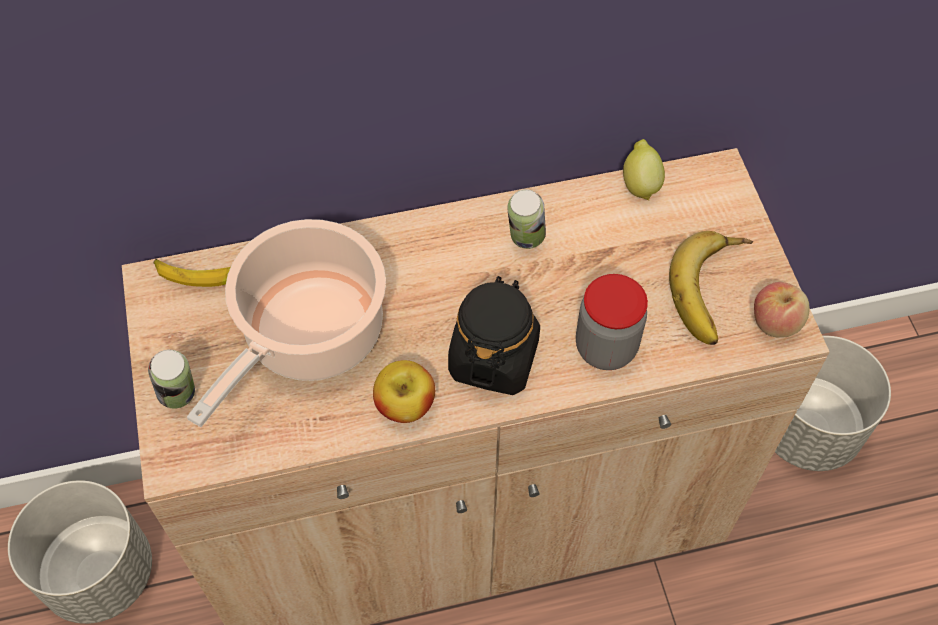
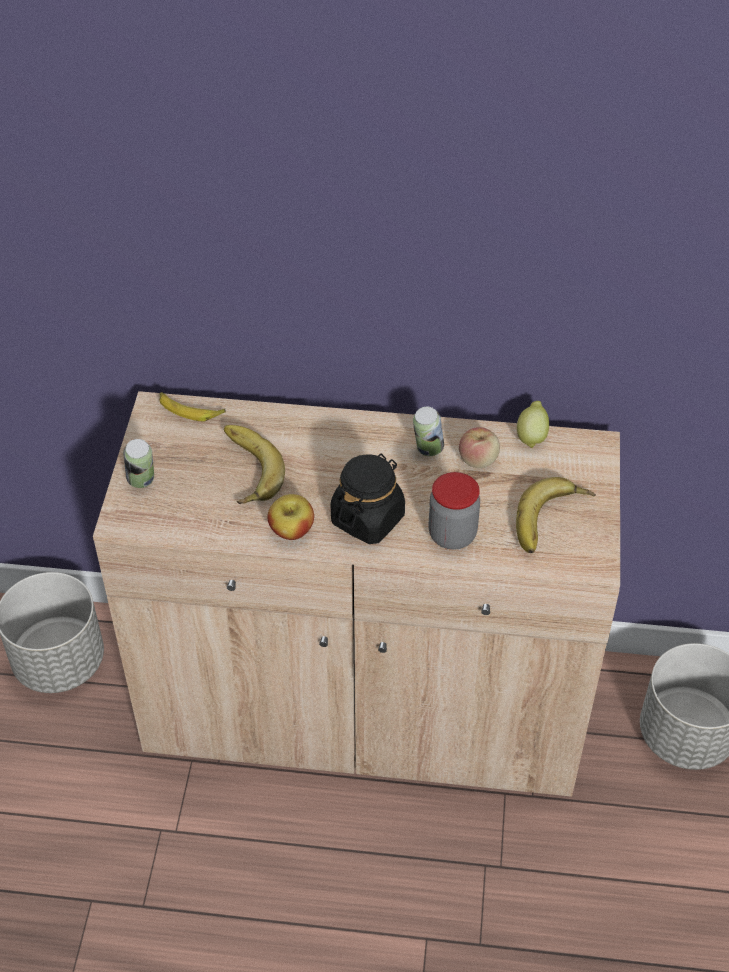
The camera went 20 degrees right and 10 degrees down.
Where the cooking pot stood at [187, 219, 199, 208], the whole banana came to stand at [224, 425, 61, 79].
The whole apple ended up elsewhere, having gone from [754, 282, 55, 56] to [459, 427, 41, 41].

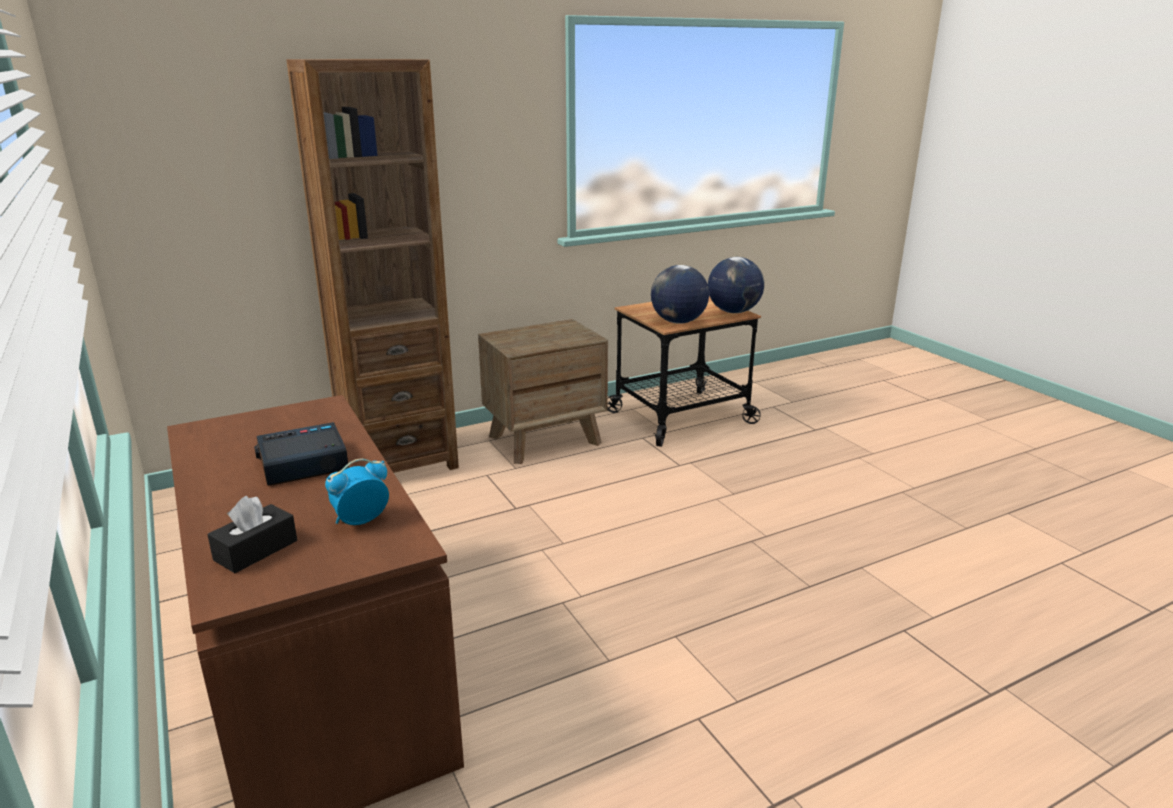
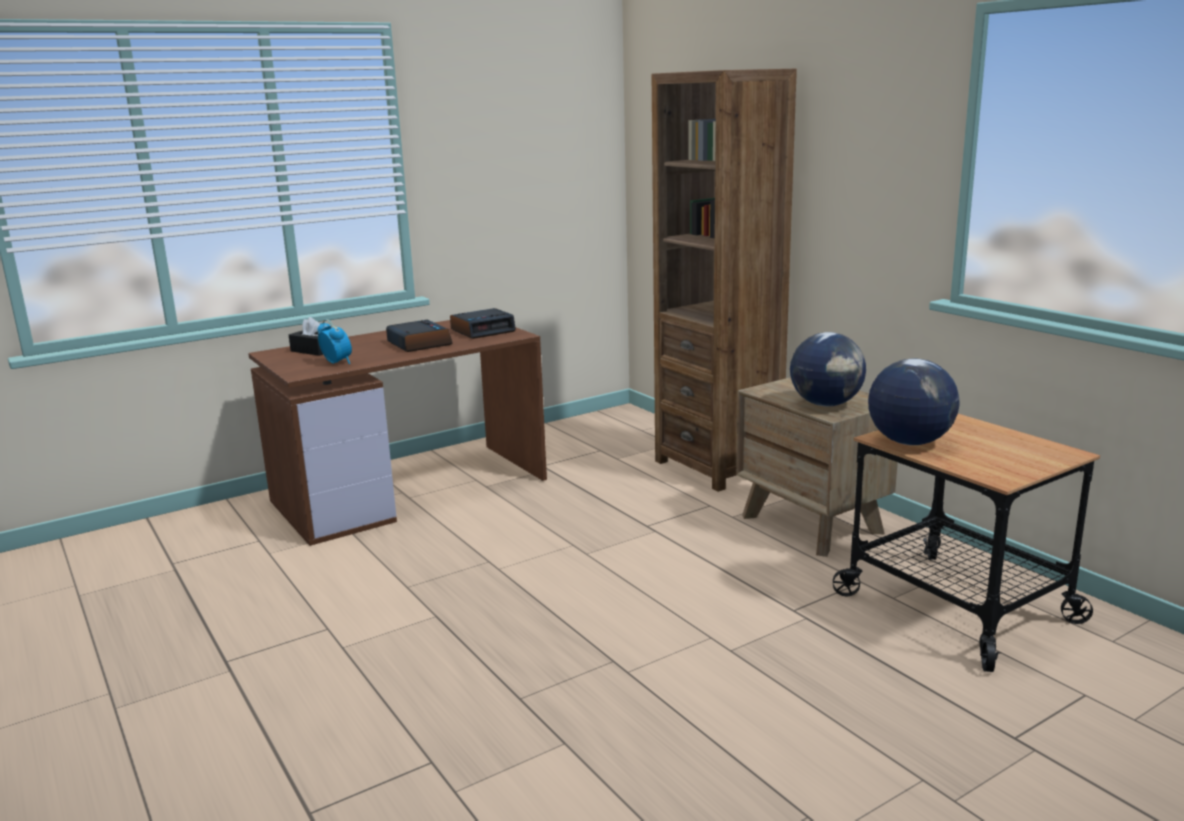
The camera went 85 degrees right and 5 degrees down.
The desk globe ended up elsewhere, having gone from [708, 257, 56, 56] to [790, 332, 76, 74].
The second view gained the alarm clock at [450, 308, 66, 31].

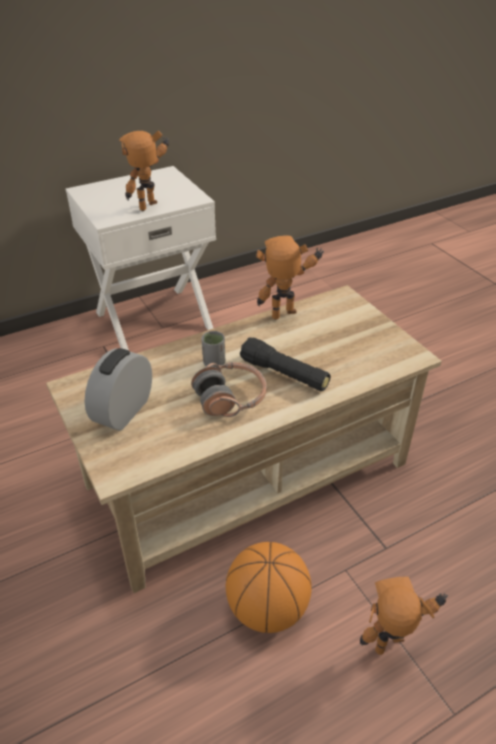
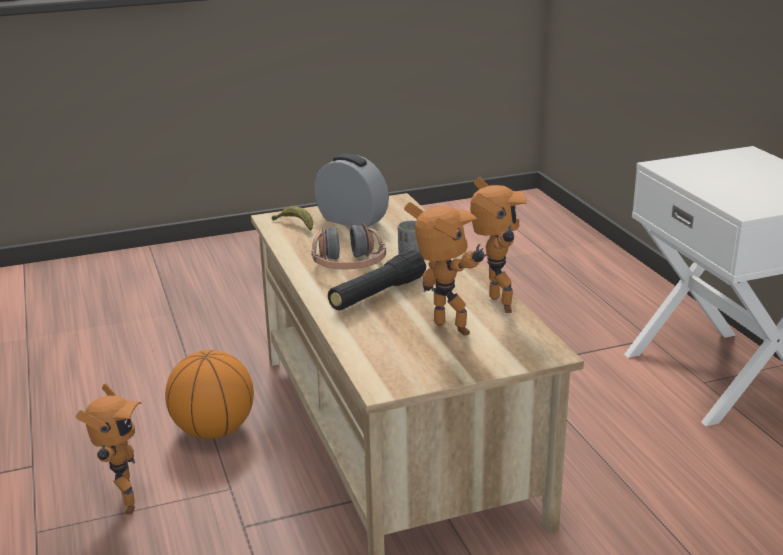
The camera went 100 degrees right and 15 degrees down.
The robot figure ended up elsewhere, having gone from [119, 130, 50, 81] to [404, 202, 83, 134].
The second view gained the whole banana at [272, 206, 41, 25].

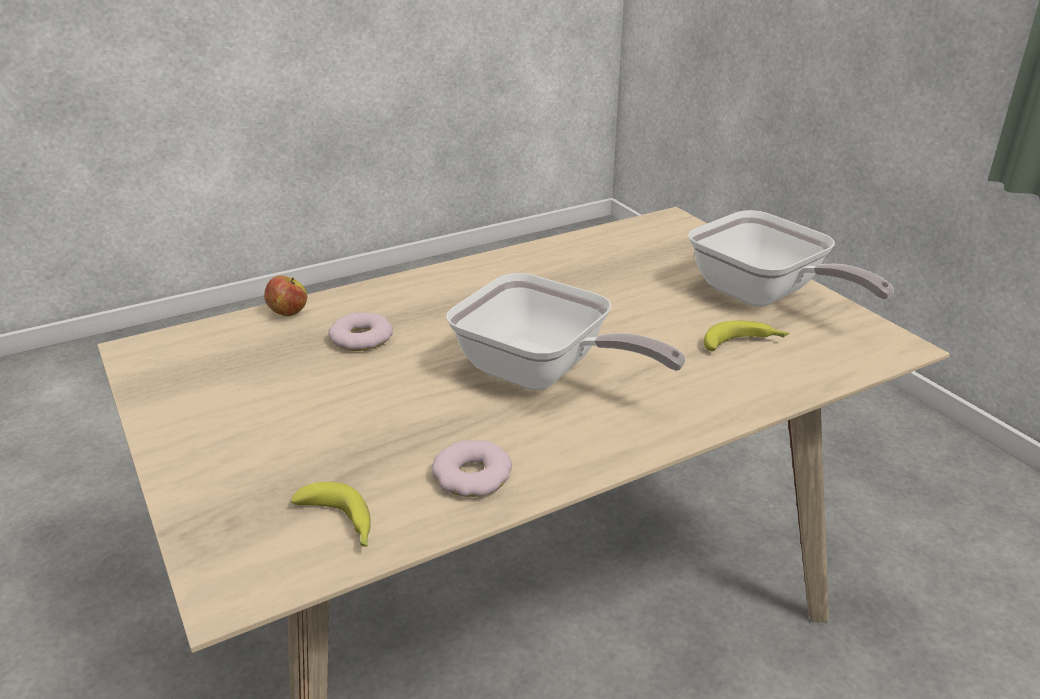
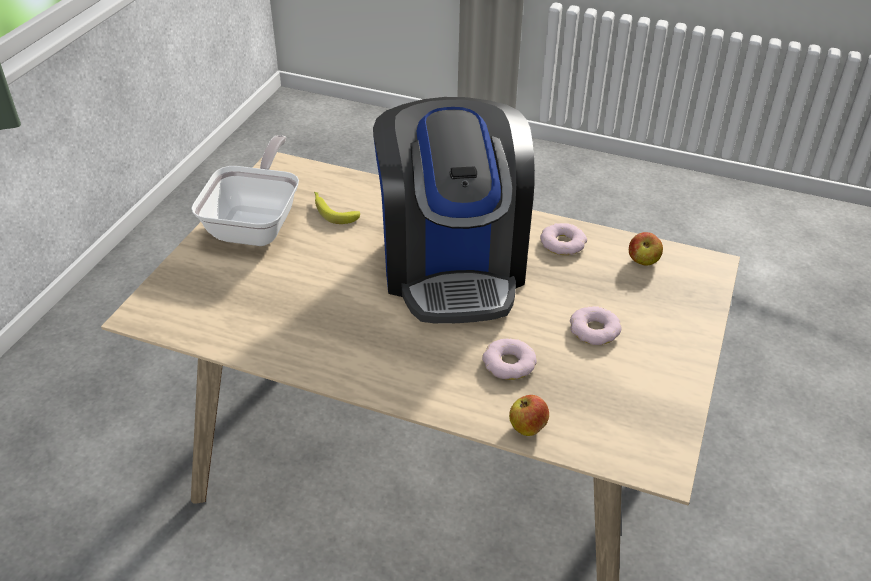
The camera went 130 degrees left and 10 degrees up.
Where the whole banana stood at [291, 482, 80, 65], the whole apple came to stand at [629, 232, 34, 34].
Where the frying pan stood at [446, 273, 240, 117], the coffee maker came to stand at [373, 97, 162, 227].
The second view gained the ring doughnut at [570, 306, 51, 39].

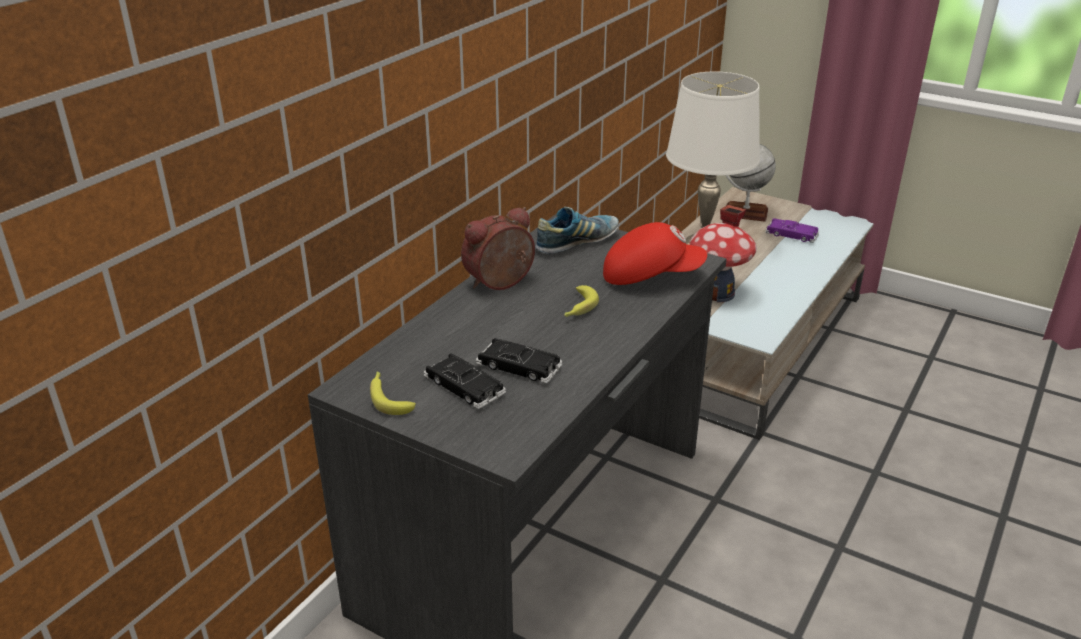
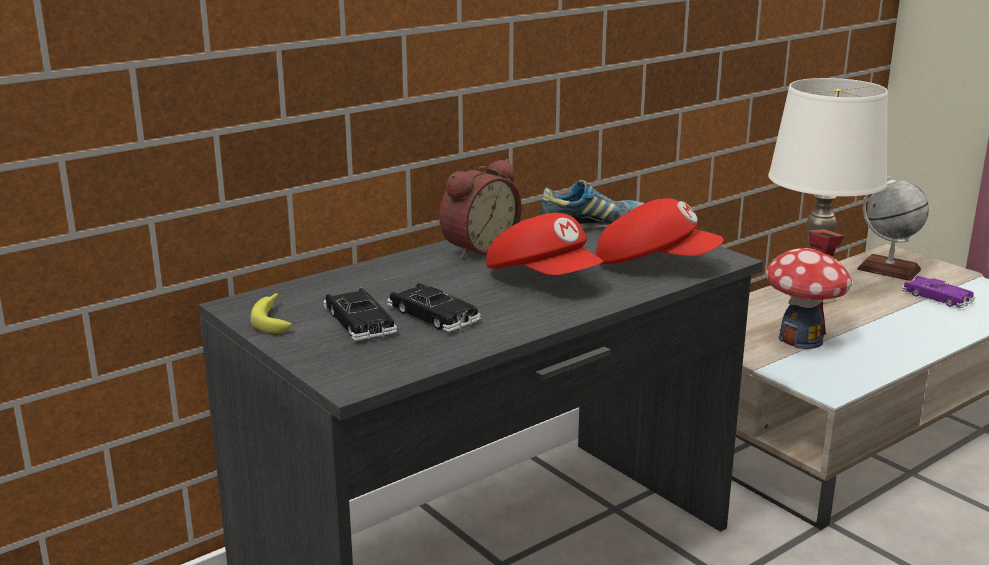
The camera went 20 degrees right and 10 degrees down.
The alarm clock at [461, 207, 74, 83] ended up facing another way, 150 degrees clockwise from before.
Where the whole banana stood at [564, 285, 35, 32], the red cap came to stand at [486, 213, 117, 62].

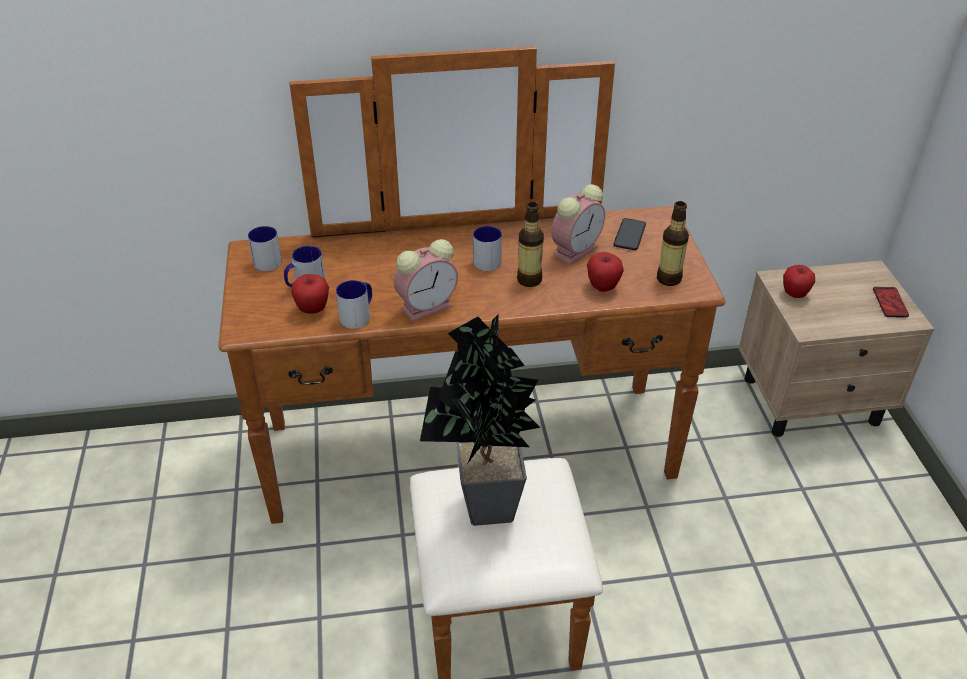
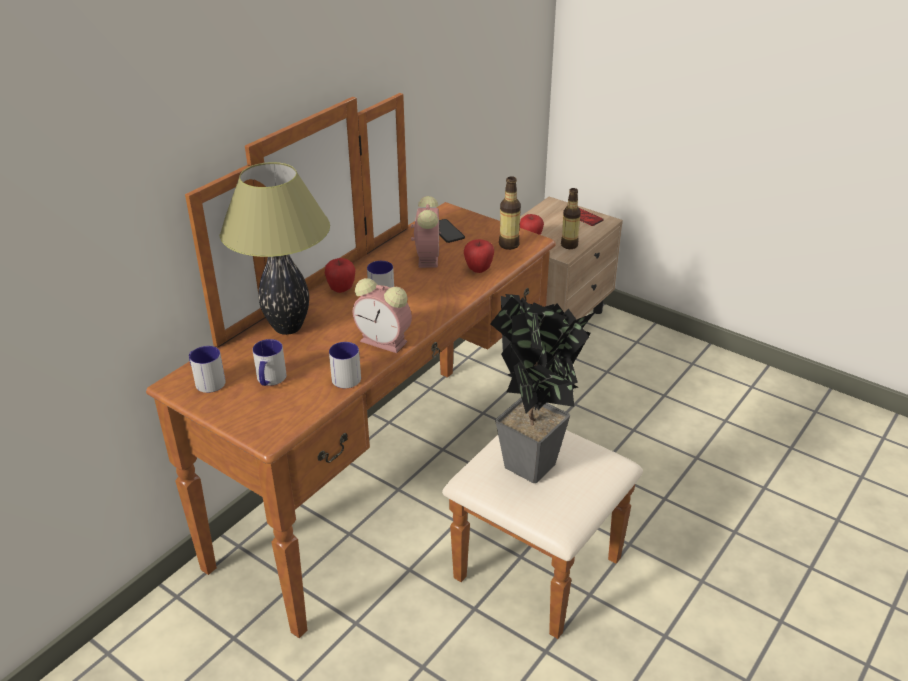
The camera went 45 degrees left and 5 degrees down.
The whole apple ended up elsewhere, having gone from [291, 274, 38, 40] to [325, 258, 31, 35].
The alarm clock at [394, 239, 64, 82] ended up facing another way, 105 degrees clockwise from before.
The bottle ended up elsewhere, having gone from [517, 202, 27, 85] to [561, 188, 20, 61].
The second view gained the tabletop lamp at [219, 162, 111, 173].

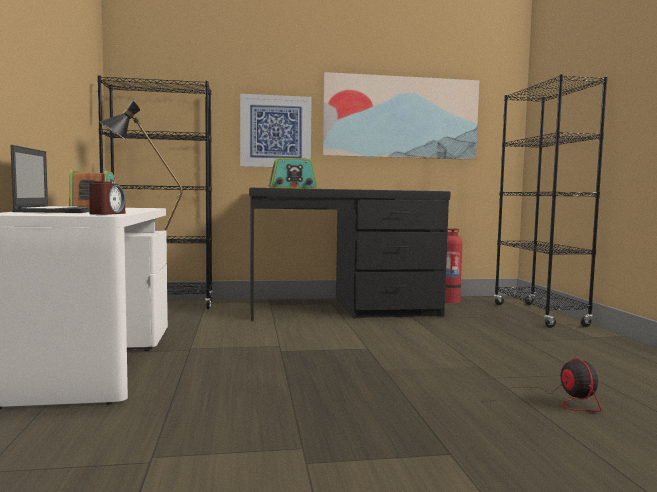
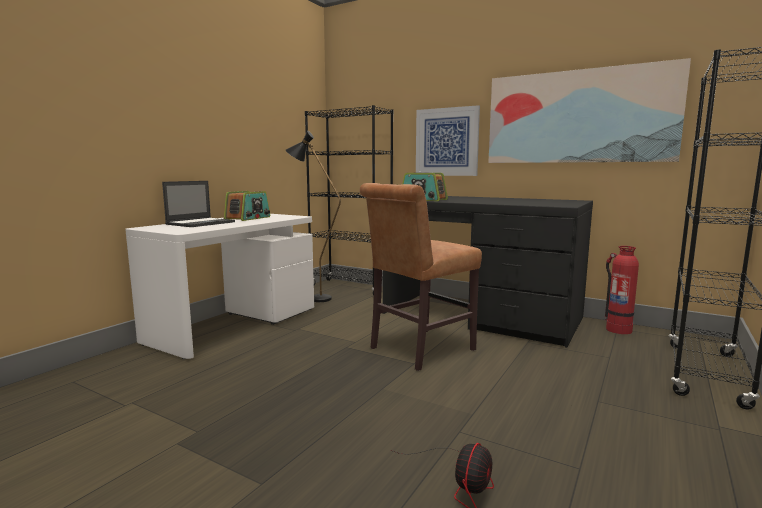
The camera went 40 degrees right and 5 degrees up.
The second view lost the alarm clock at [89, 181, 36, 34].
The second view gained the brown-coloured upright chair at [360, 183, 122, 188].

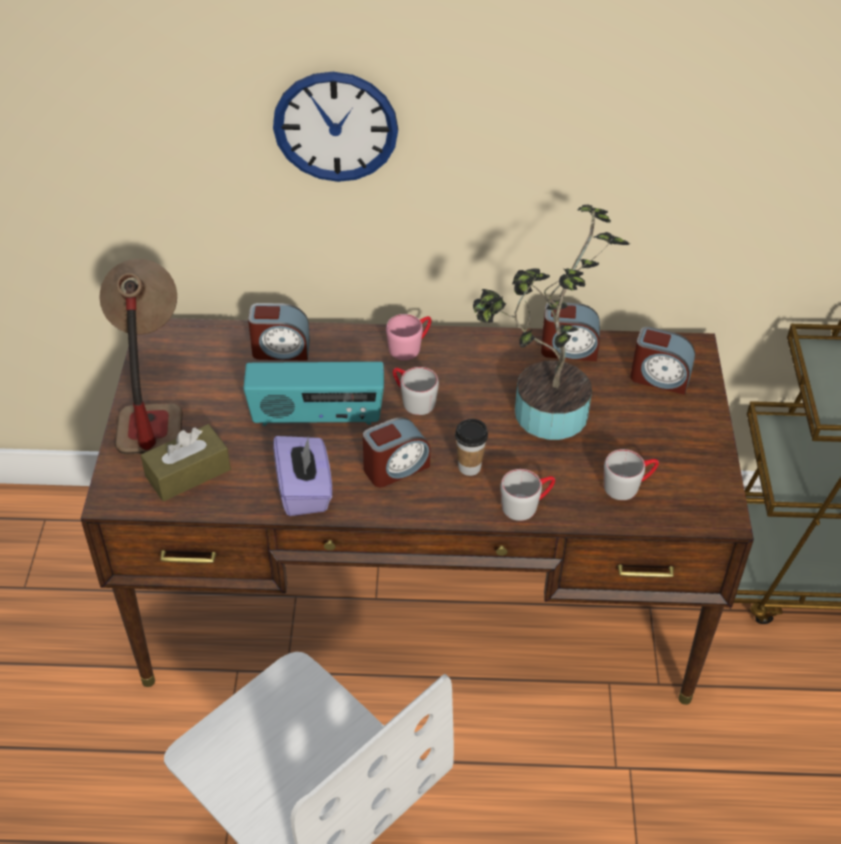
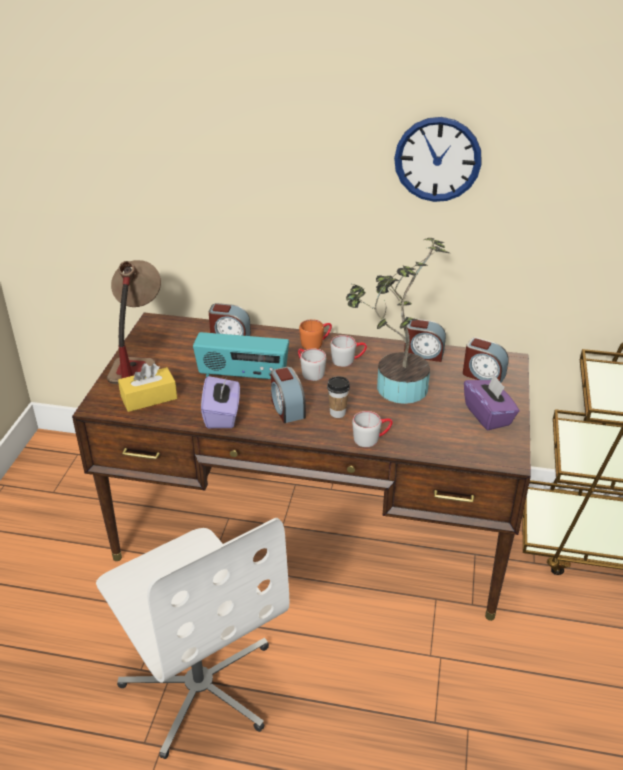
The camera went 10 degrees right and 10 degrees down.
What was the brown-coloured box of tissues at [141, 424, 90, 77] turned into the yellow box of tissues at [118, 363, 59, 49].
The hanging clock ended up elsewhere, having gone from [273, 72, 125, 110] to [394, 117, 88, 85].
The alarm clock at [363, 417, 67, 70] ended up facing another way, 90 degrees clockwise from before.
What was the pink mug at [386, 314, 45, 46] turned into the orange mug at [299, 319, 33, 30].
The gray mug ended up elsewhere, having gone from [604, 449, 55, 51] to [331, 335, 36, 32].
The second view gained the purplish box of tissues at [464, 374, 55, 56].

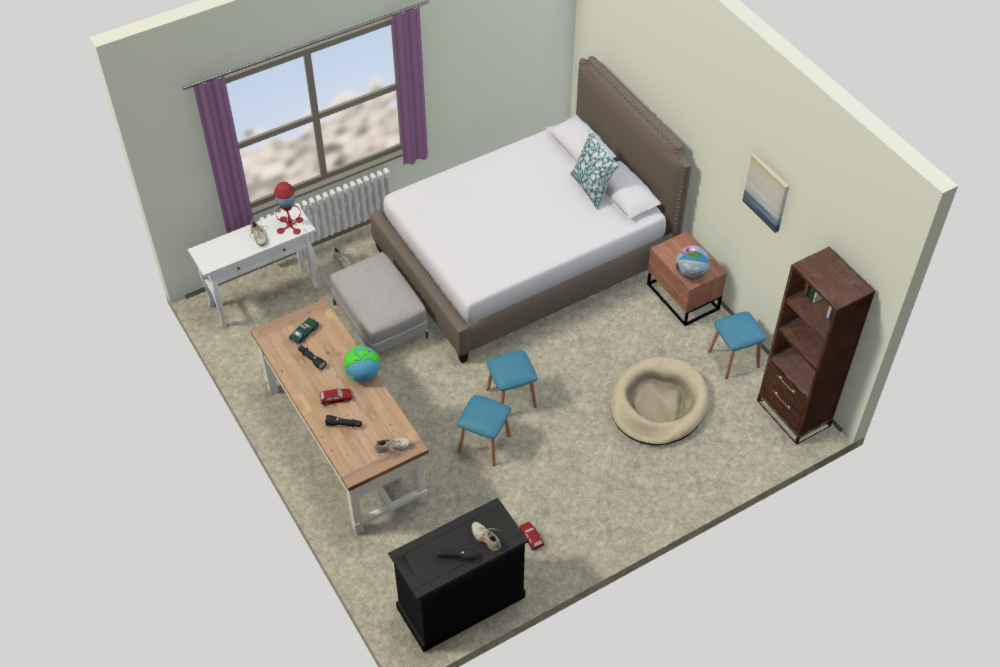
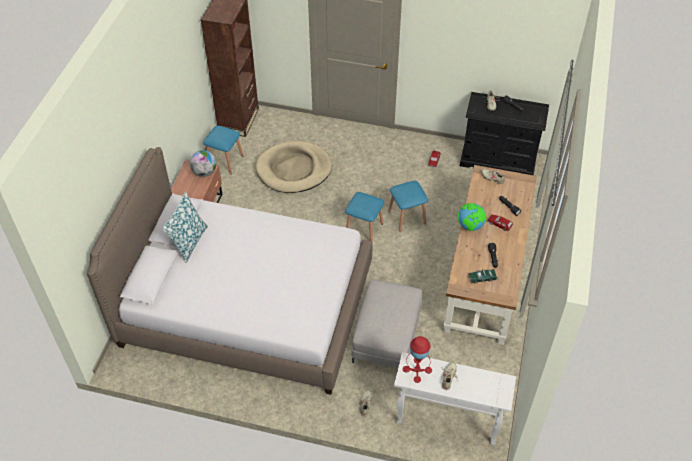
The camera went 135 degrees left and 0 degrees up.
The second view lost the picture at [742, 154, 47, 79].

